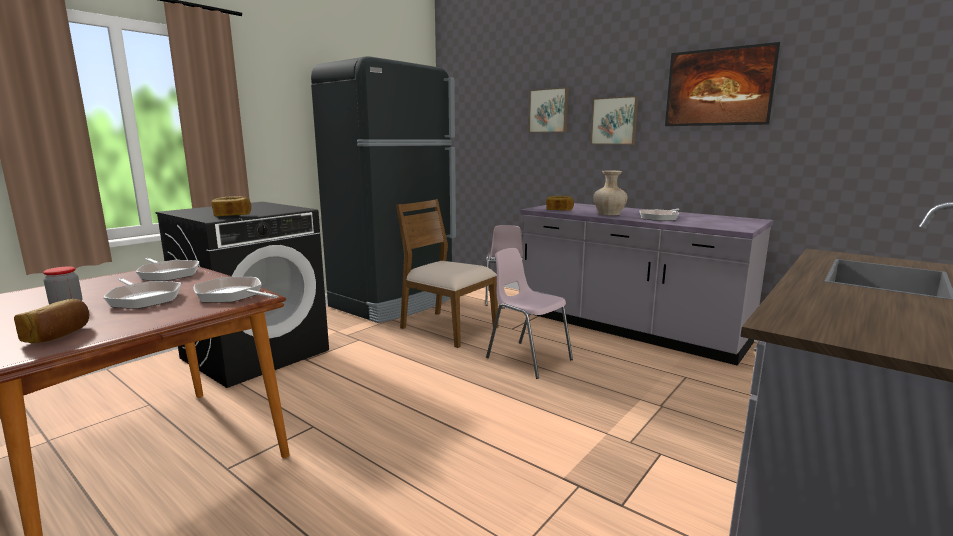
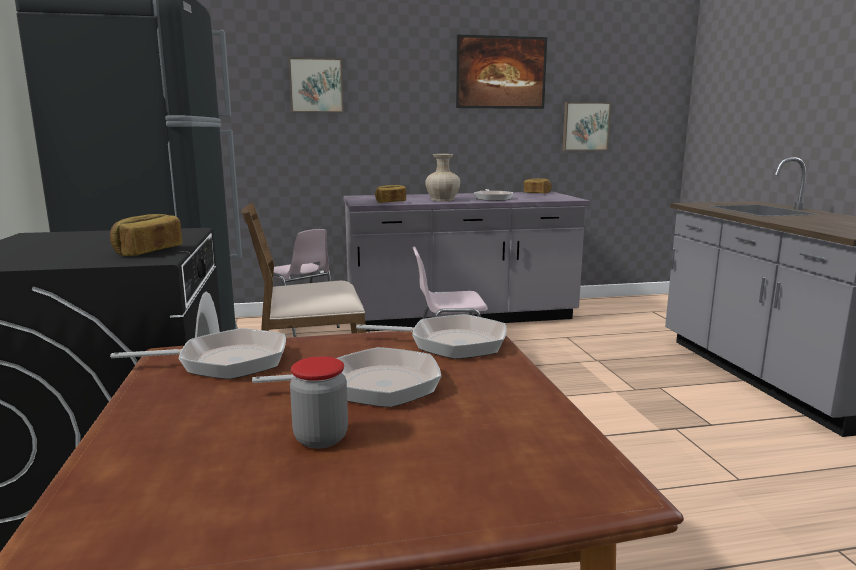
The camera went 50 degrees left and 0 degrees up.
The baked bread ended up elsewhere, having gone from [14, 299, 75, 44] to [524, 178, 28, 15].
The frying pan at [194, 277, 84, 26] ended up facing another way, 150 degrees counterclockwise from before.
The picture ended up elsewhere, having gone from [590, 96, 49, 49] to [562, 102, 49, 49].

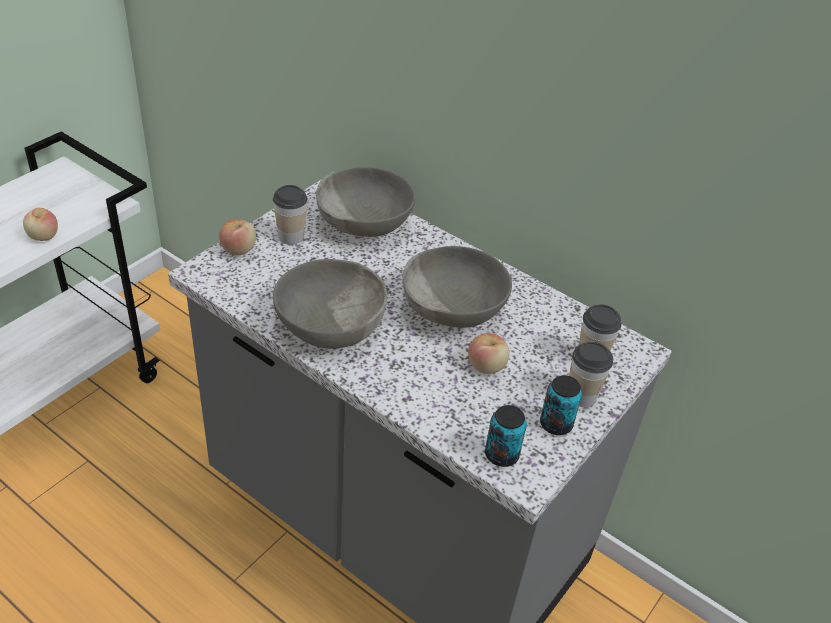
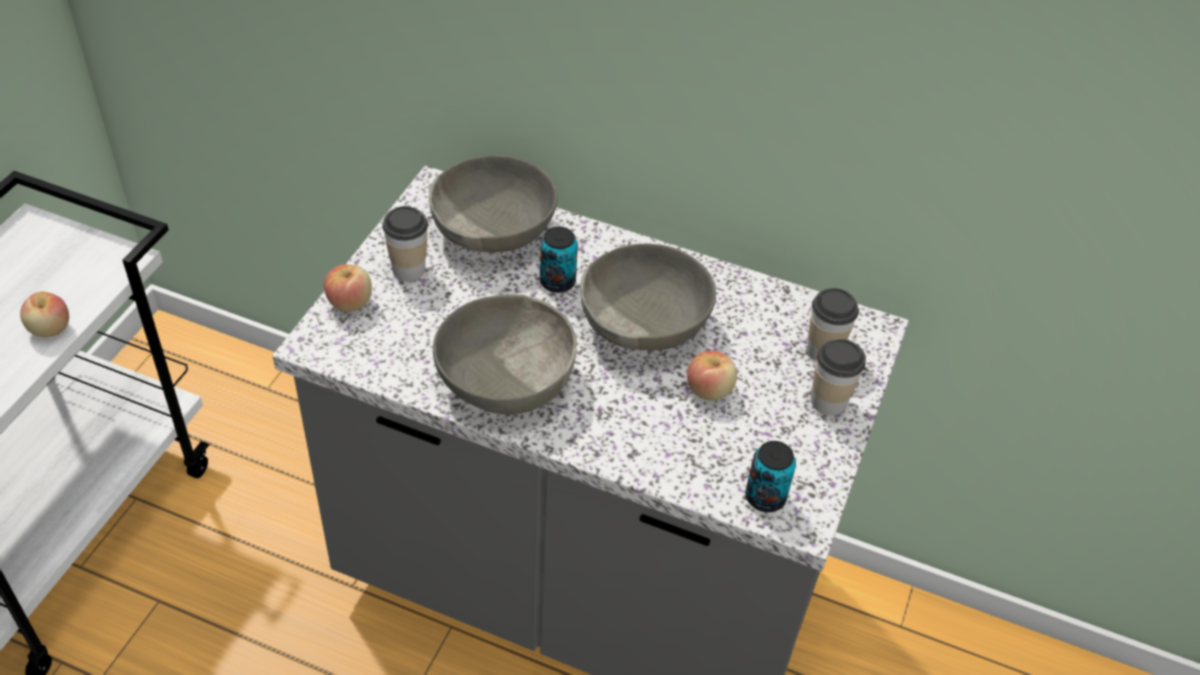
The camera went 15 degrees left and 5 degrees up.
The metal can ended up elsewhere, having gone from [540, 375, 42, 60] to [540, 227, 38, 66].

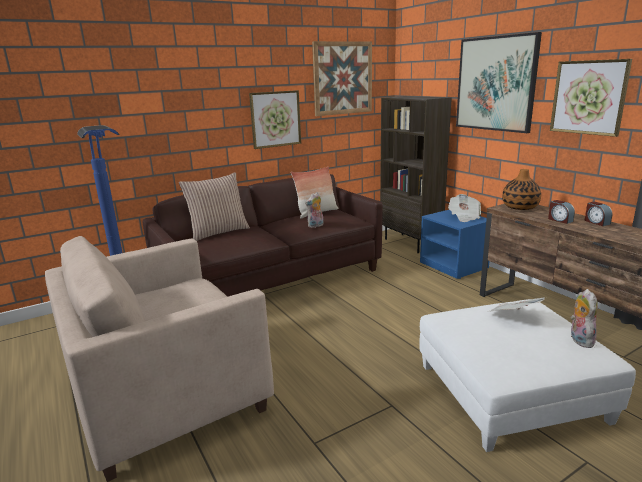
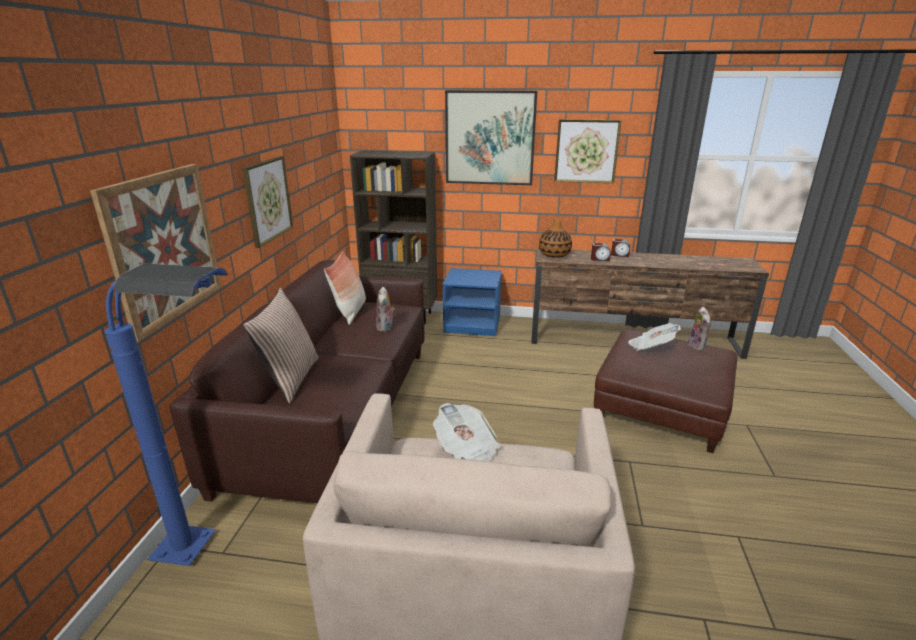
The camera went 50 degrees left and 5 degrees up.
The picture ended up elsewhere, having gone from [312, 41, 60, 75] to [90, 164, 132, 178].
What was the whitish pouffe at [420, 299, 216, 153] turned into the brown-coloured pouffe at [594, 330, 144, 123].
The newspaper ended up elsewhere, having gone from [448, 194, 33, 28] to [433, 403, 68, 59].
The soft toy at [571, 289, 27, 59] ended up facing another way, 135 degrees counterclockwise from before.

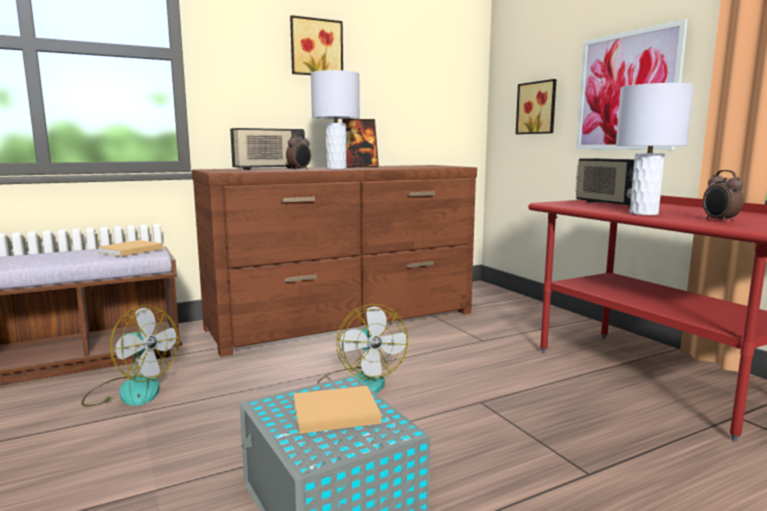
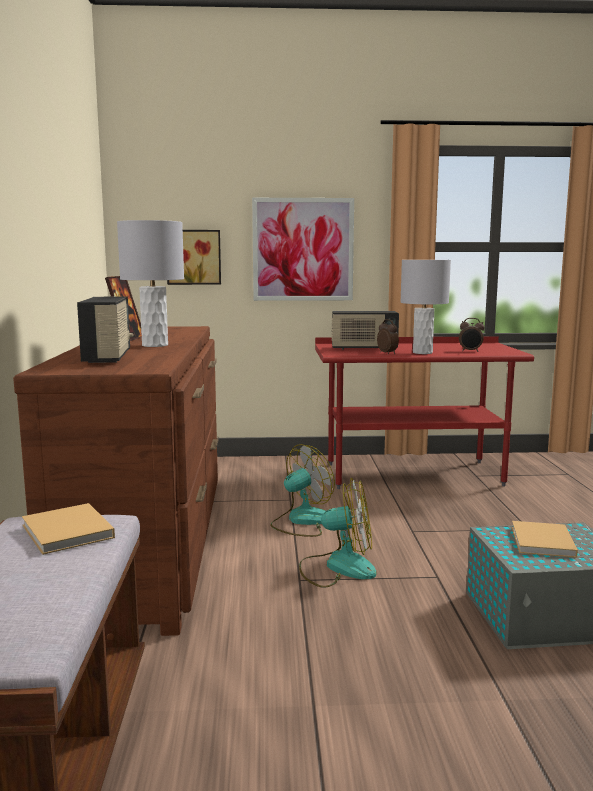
The camera went 65 degrees left and 0 degrees up.
The fan ended up elsewhere, having gone from [81, 305, 98, 102] to [270, 444, 65, 93].
The alarm clock ended up elsewhere, having gone from [286, 133, 25, 37] to [377, 319, 22, 35].
The second view lost the picture at [290, 15, 53, 60].

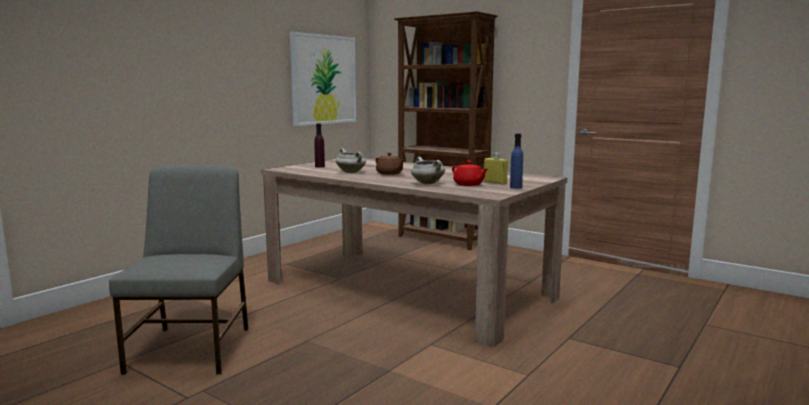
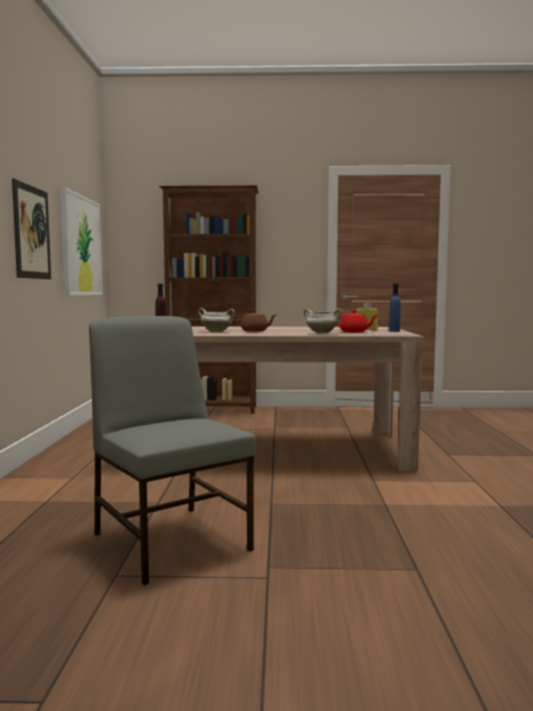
The camera went 35 degrees left and 5 degrees down.
The second view gained the picture at [12, 178, 39, 101].

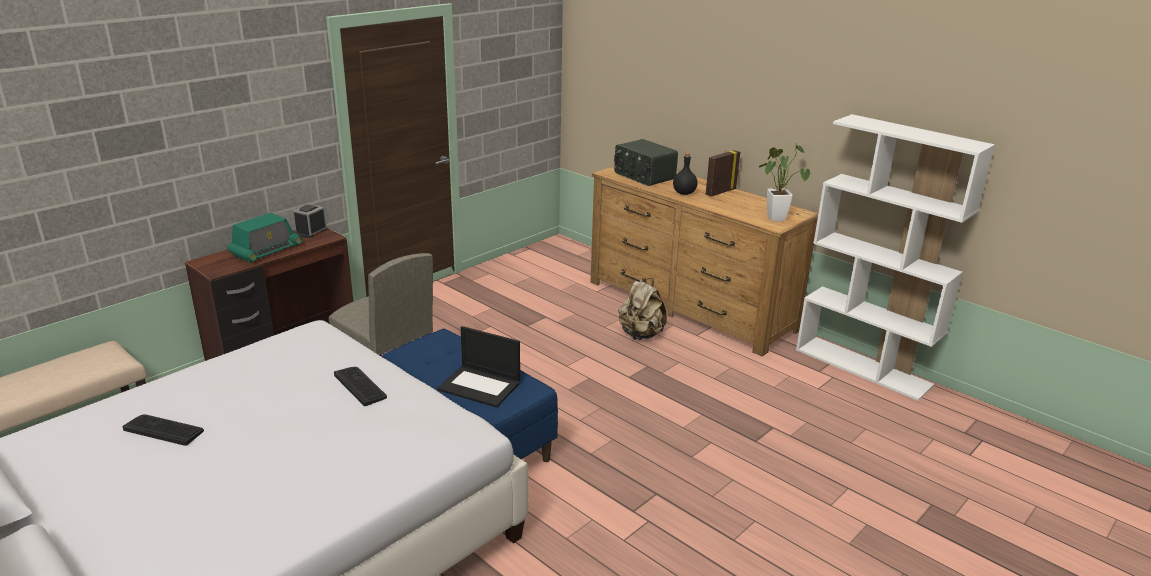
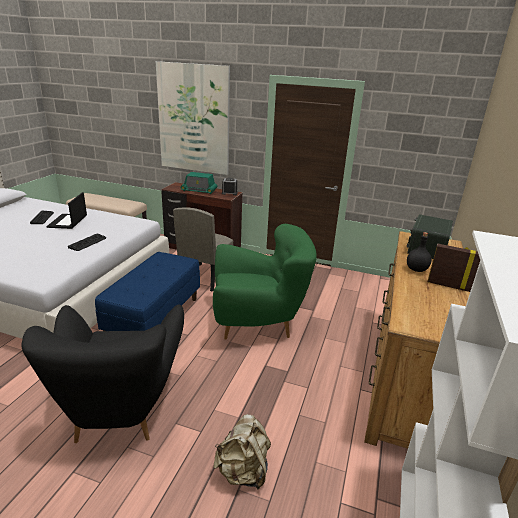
The camera went 65 degrees right and 0 degrees up.
The notebook computer ended up elsewhere, having gone from [437, 326, 83, 82] to [47, 192, 40, 37].
The beige-coloured knapsack ended up elsewhere, having gone from [619, 278, 48, 62] to [214, 414, 57, 76].
The second view lost the potted plant at [759, 143, 51, 78].
The second view gained the black lounge chair at [22, 304, 162, 139].
The second view gained the picture at [156, 61, 74, 114].
The second view gained the green-coloured lounge chair at [213, 224, 104, 115].

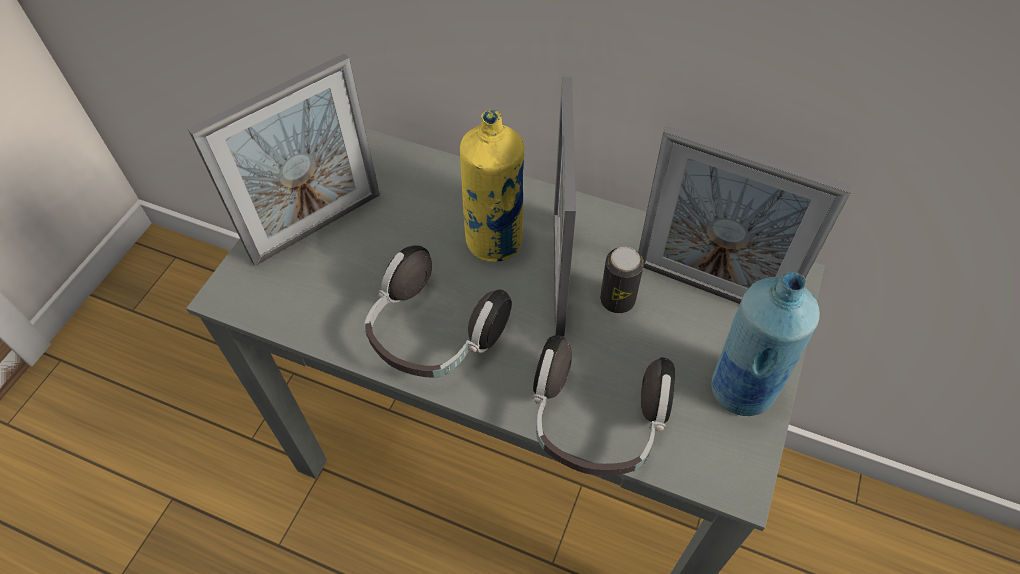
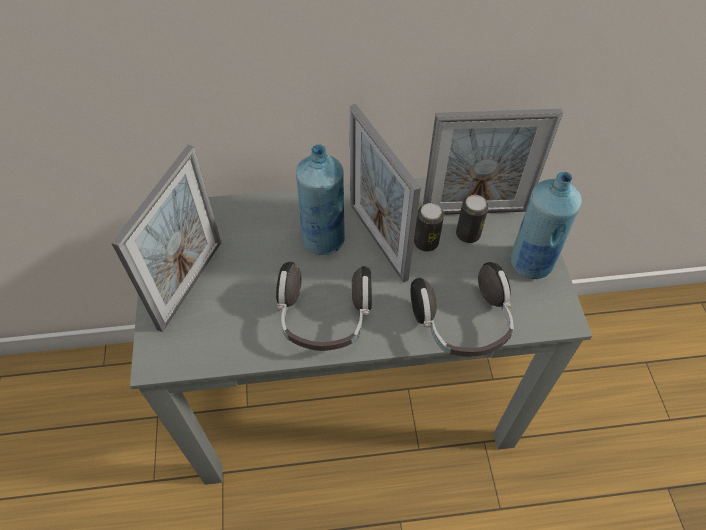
The camera went 30 degrees left and 0 degrees up.
What was the yellow bottle at [460, 110, 64, 152] turned into the blue-coloured bottle at [296, 144, 49, 111].
The second view gained the metal can at [456, 195, 33, 48].

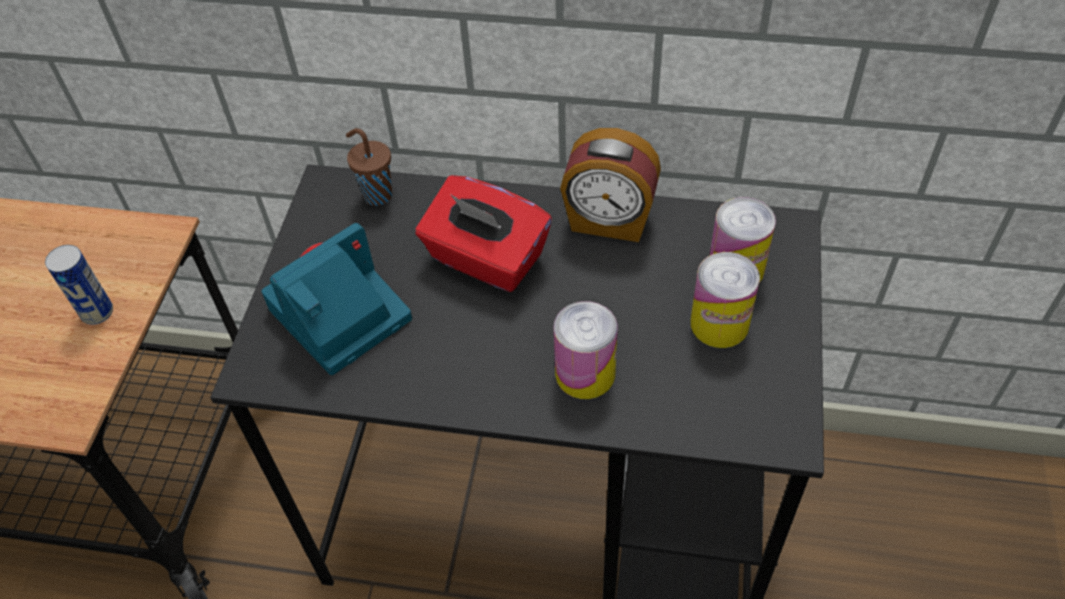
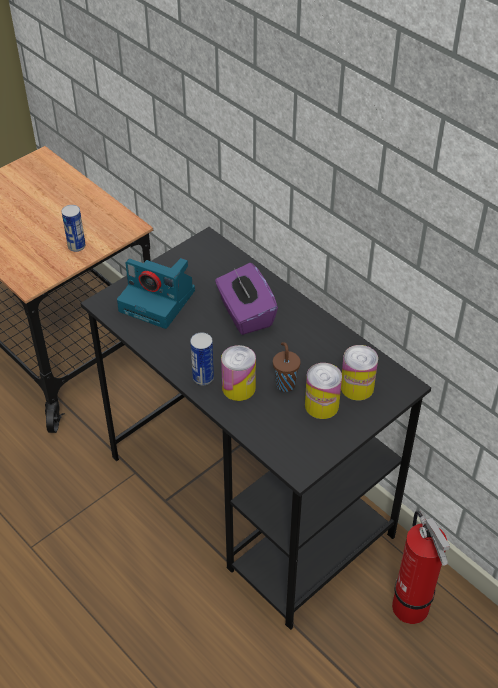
The camera went 35 degrees right and 5 degrees down.
The photo camera at [261, 223, 151, 152] ended up facing another way, 150 degrees counterclockwise from before.
The brown-coloured drinking cup ended up elsewhere, having gone from [346, 128, 46, 78] to [273, 342, 28, 50].
What was the red box of tissues at [416, 175, 136, 117] turned into the purplish box of tissues at [215, 263, 63, 72].
The second view lost the alarm clock at [560, 128, 101, 114].
The second view gained the metal can at [190, 332, 24, 53].
The second view gained the fire extinguisher at [392, 511, 58, 113].

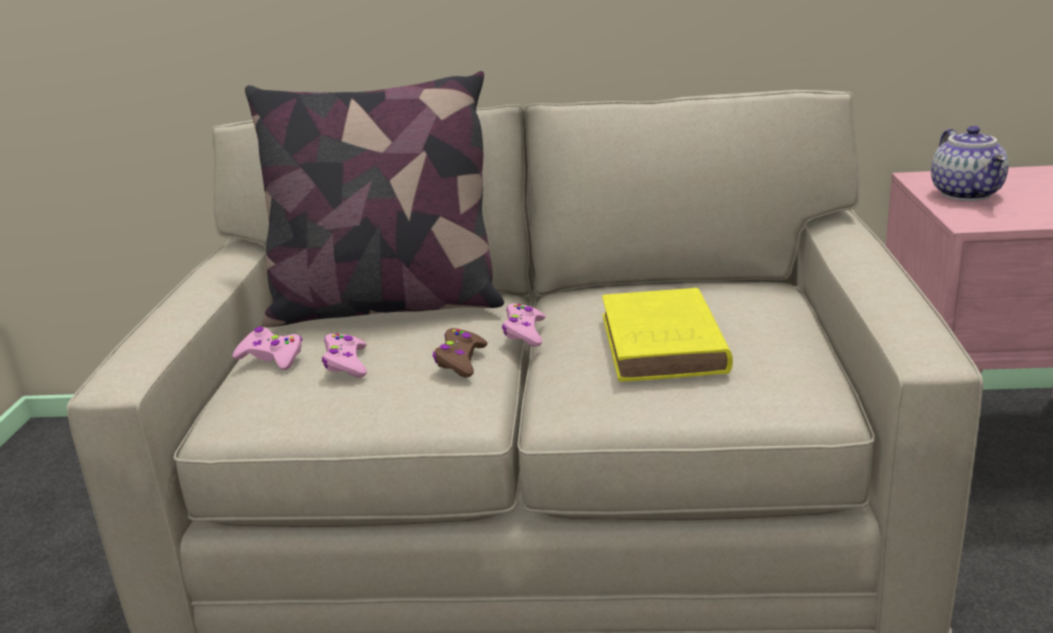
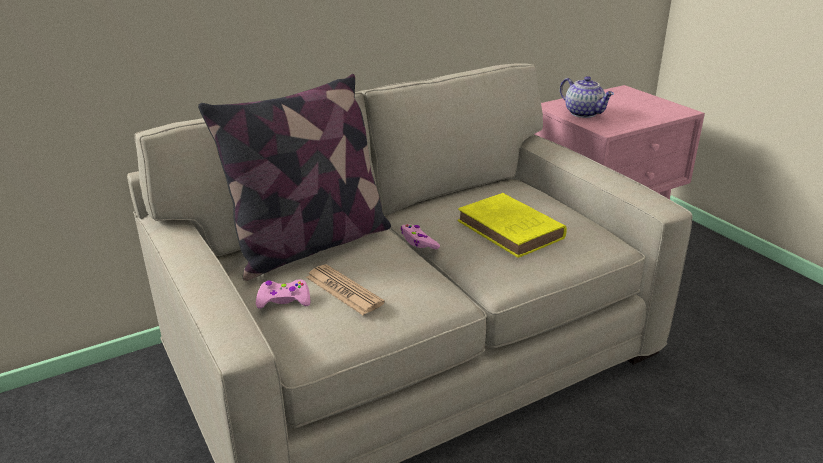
The camera went 35 degrees left and 5 degrees up.
Where the pink gamepad stood at [322, 333, 45, 45], the newspaper came to stand at [306, 264, 79, 51].
The second view lost the brown-coloured gamepad at [433, 328, 55, 49].

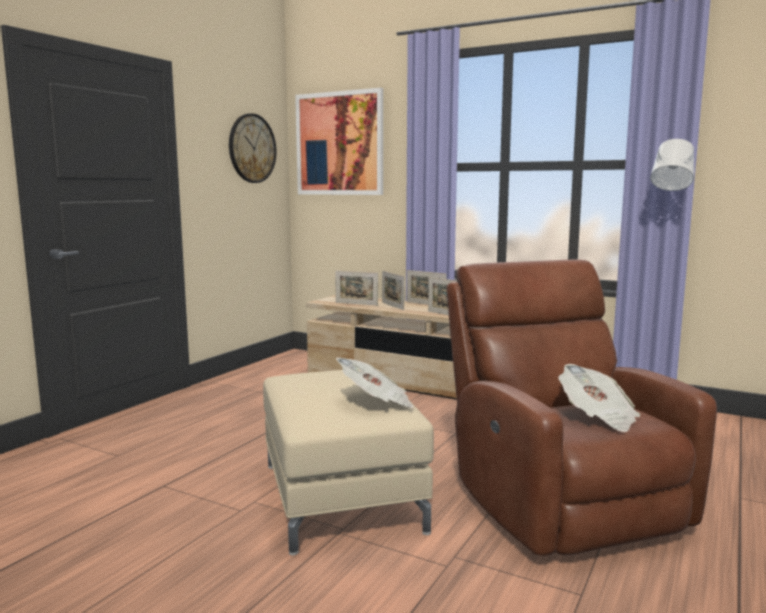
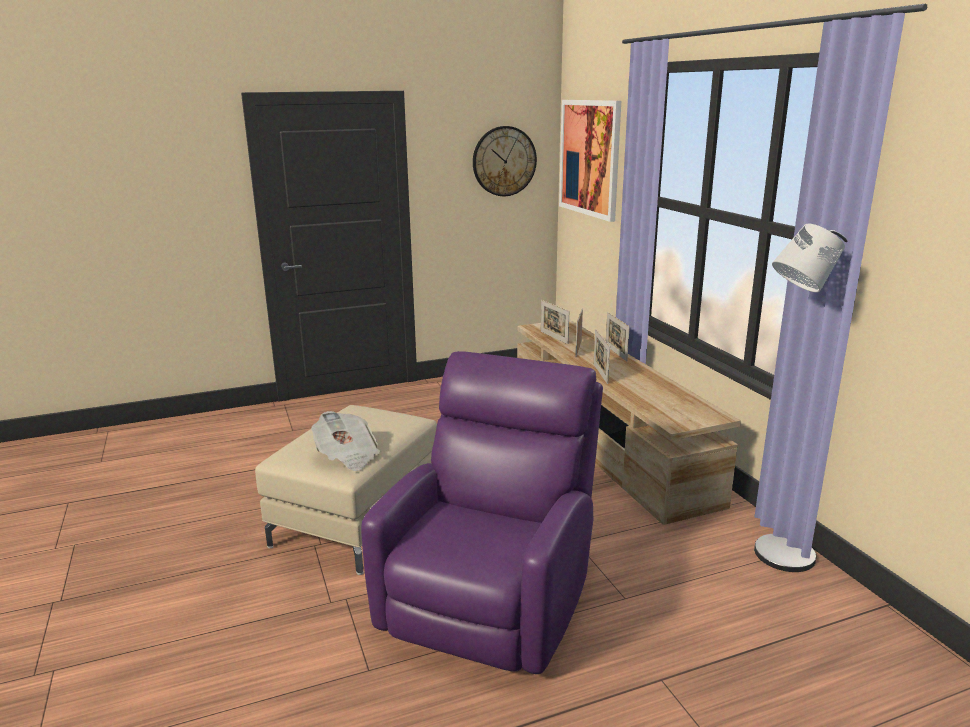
The camera went 40 degrees right and 10 degrees up.
What was the brown-coloured lounge chair at [447, 259, 270, 297] turned into the purplish lounge chair at [361, 351, 242, 323].
The second view lost the newspaper at [558, 364, 82, 68].

